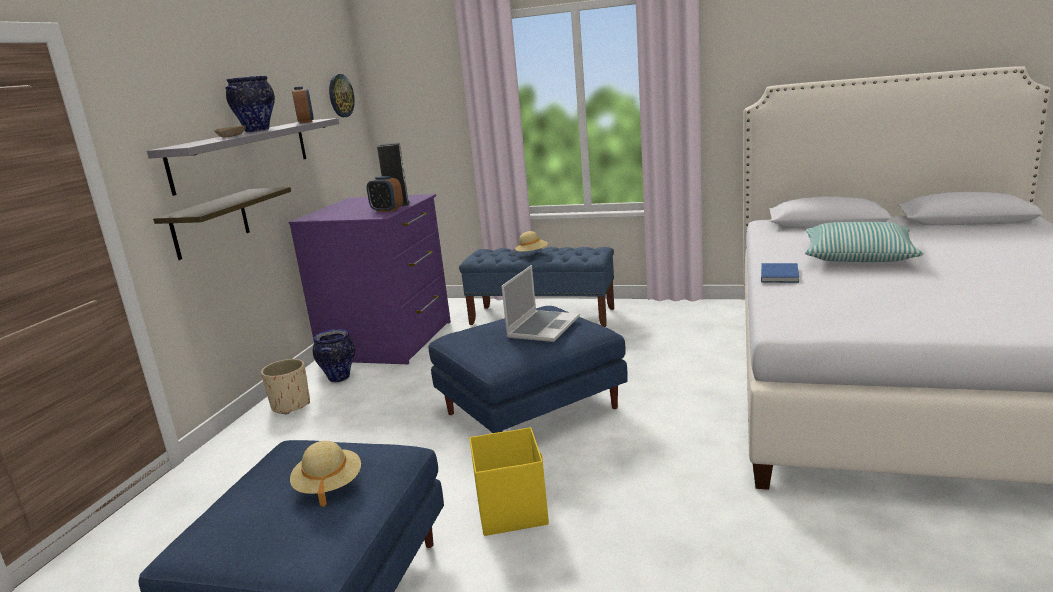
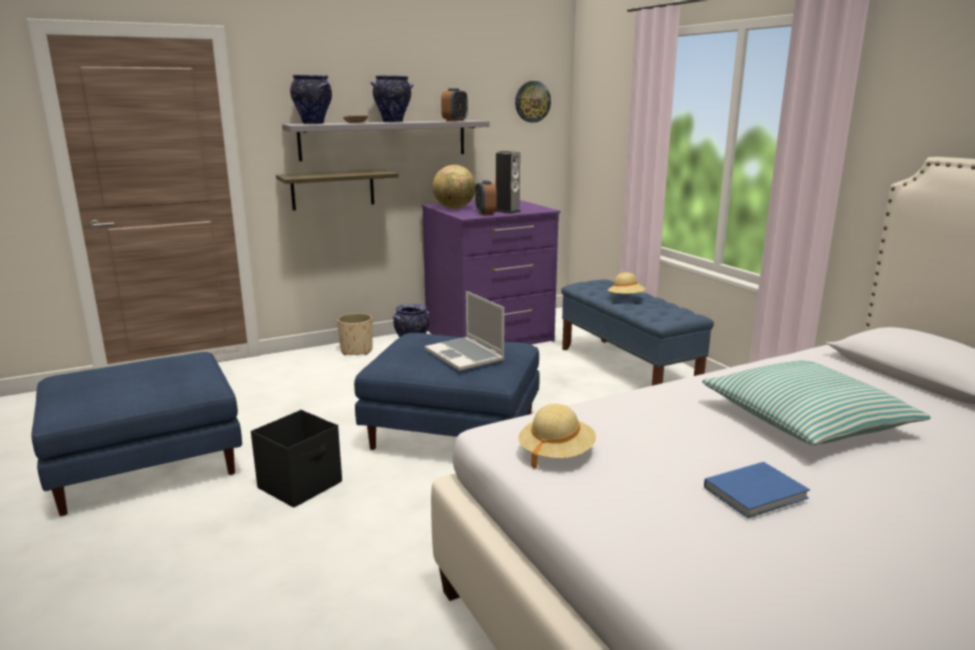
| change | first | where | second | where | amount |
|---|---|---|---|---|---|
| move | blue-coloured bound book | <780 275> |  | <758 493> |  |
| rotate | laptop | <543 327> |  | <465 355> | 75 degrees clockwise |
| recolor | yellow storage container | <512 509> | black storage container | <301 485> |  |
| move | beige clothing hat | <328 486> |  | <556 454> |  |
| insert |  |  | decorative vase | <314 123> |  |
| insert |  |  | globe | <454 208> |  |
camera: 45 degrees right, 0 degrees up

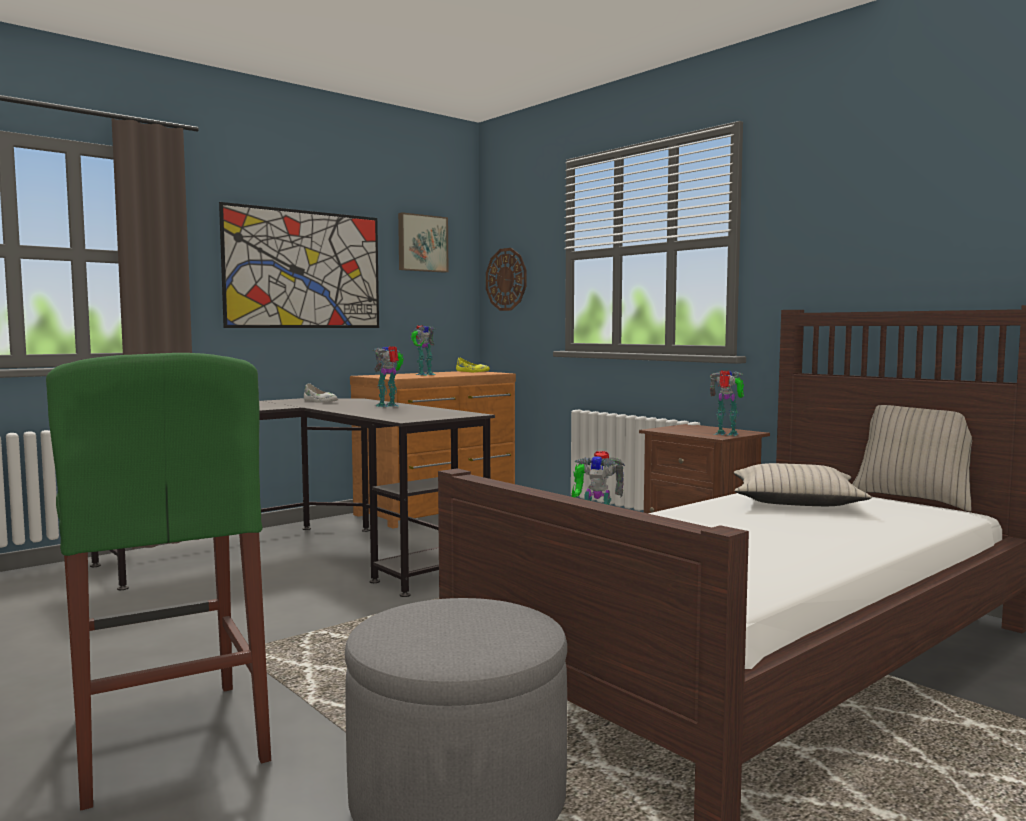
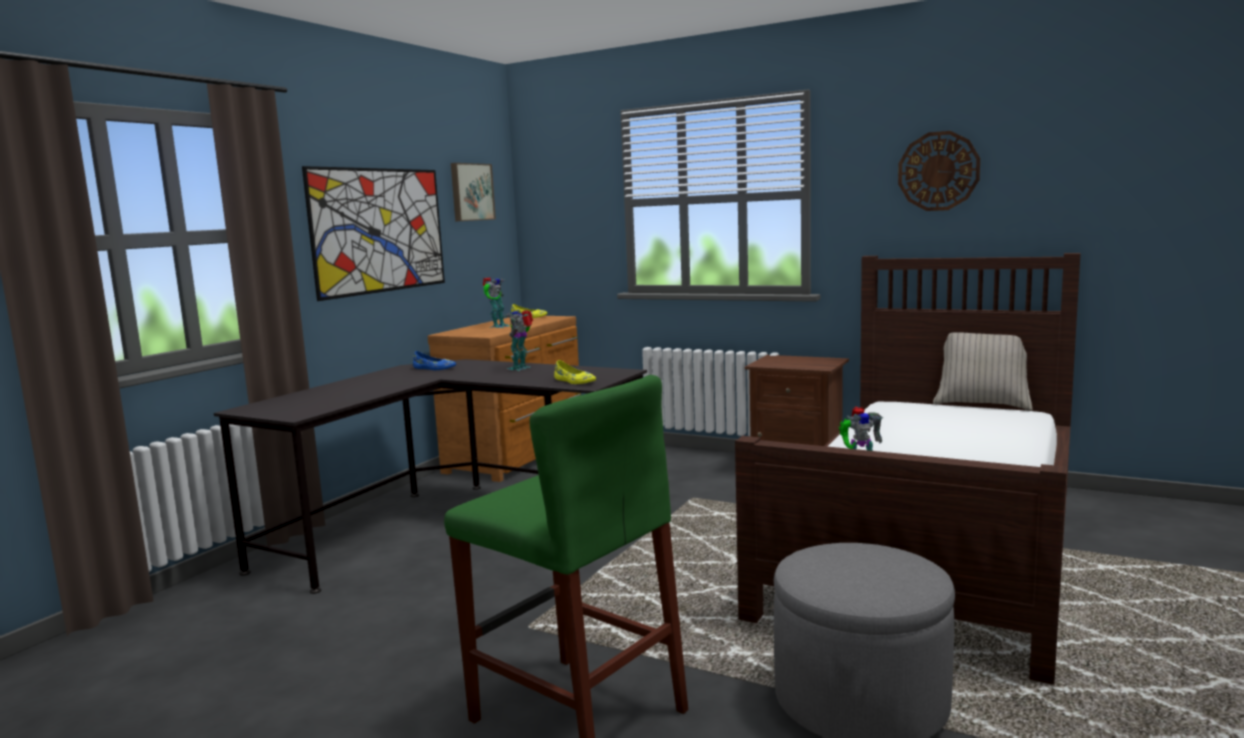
| change | first | where | second | where | amount |
|---|---|---|---|---|---|
| move | clock on the wall | <506 279> |  | <938 171> |  |
| delete | toy robot | <727 434> |  |  |  |
| recolor | white item of footwear | <319 401> | blue-coloured item of footwear | <434 368> |  |
| delete | beige throw pillow | <795 501> |  |  |  |
| insert |  |  | yellow item of footwear | <574 381> |  |
camera: 20 degrees left, 5 degrees up

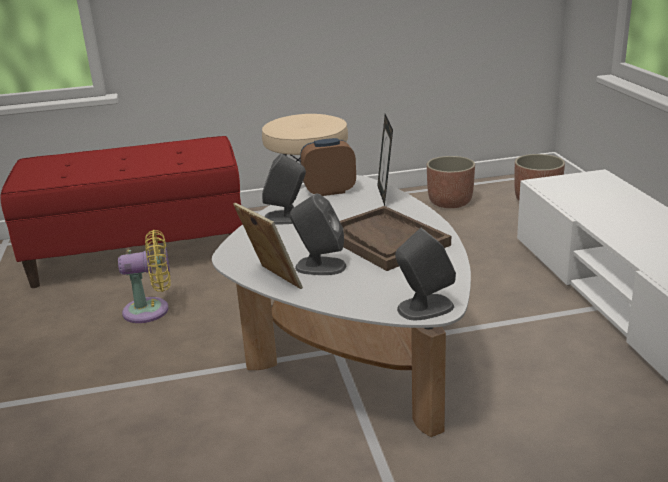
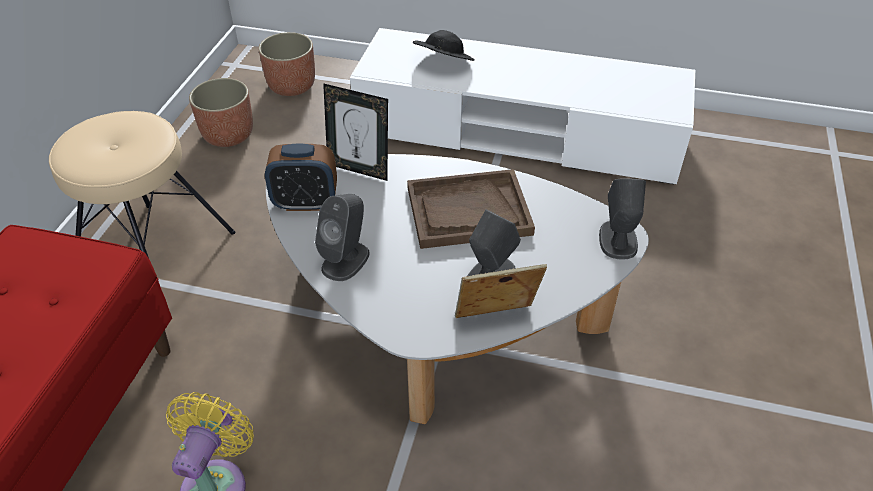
| change | first | where | second | where | amount |
|---|---|---|---|---|---|
| rotate | bedside clock | <329 191> |  | <305 203> | 105 degrees counterclockwise |
| insert |  |  | black clothing hat | <442 64> |  |
camera: 65 degrees left, 20 degrees up

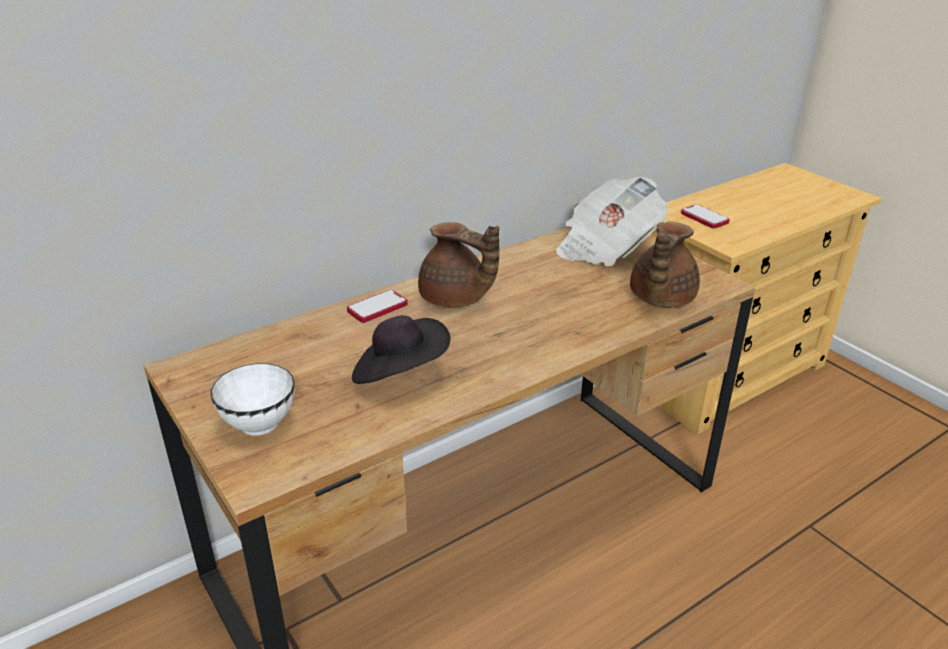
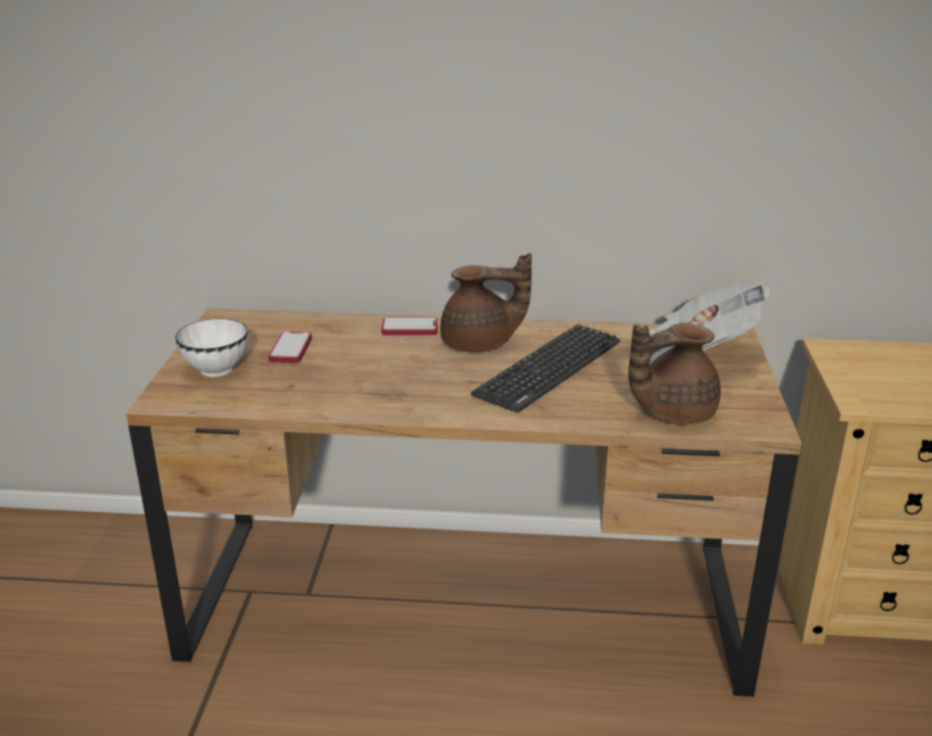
| change | first | where | second | where | amount |
|---|---|---|---|---|---|
| move | handset | <704 218> |  | <290 349> |  |
| rotate | brownish teapot | <455 299> |  | <480 344> | 75 degrees counterclockwise |
| delete | black clothing hat | <400 373> |  |  |  |
| insert |  |  | PC keyboard | <549 368> |  |
camera: 40 degrees right, 5 degrees down

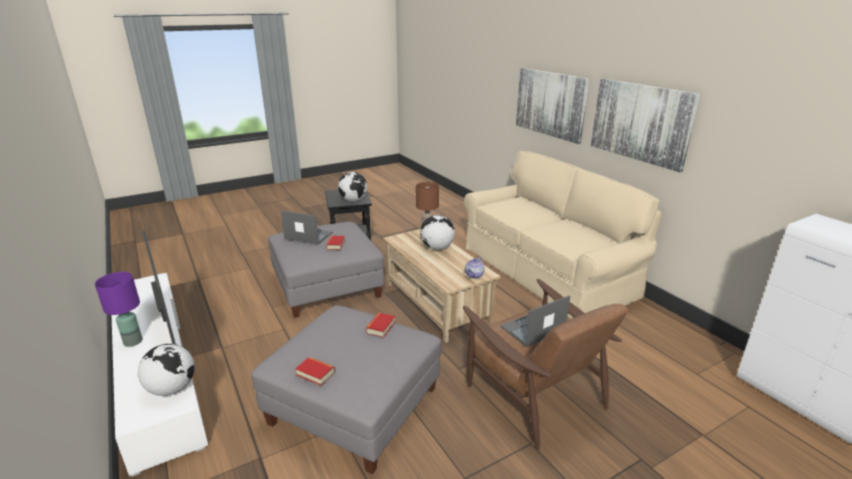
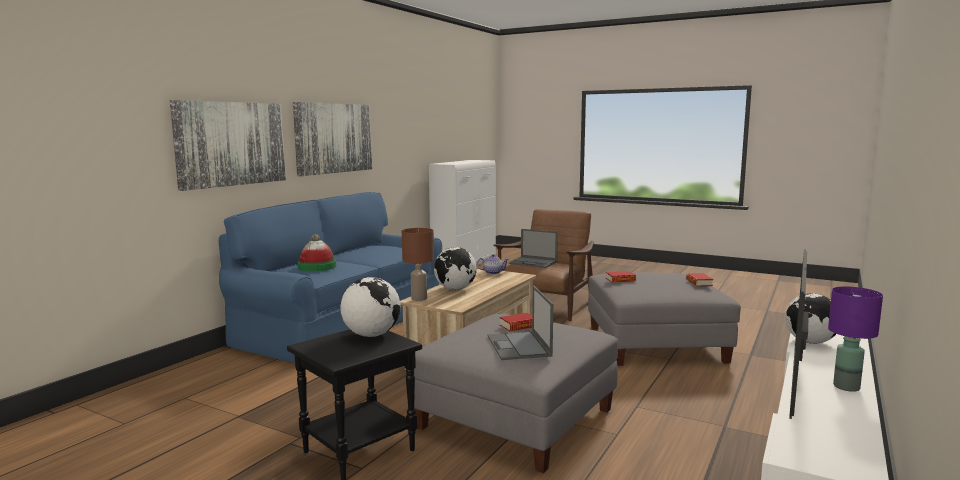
| change | first | where | second | where | amount |
|---|---|---|---|---|---|
| recolor | beige couch | <545 270> | blue-coloured couch | <344 323> |  |
| insert |  |  | clothing hat | <317 267> |  |
camera: 120 degrees left, 15 degrees down

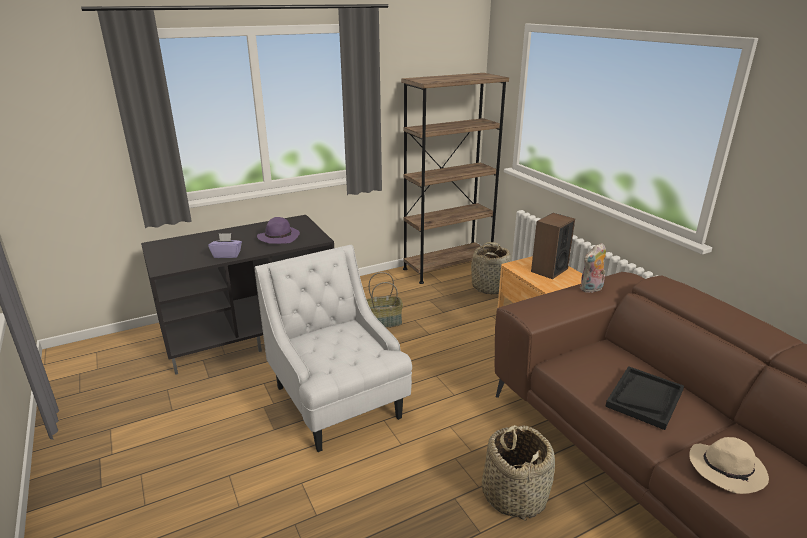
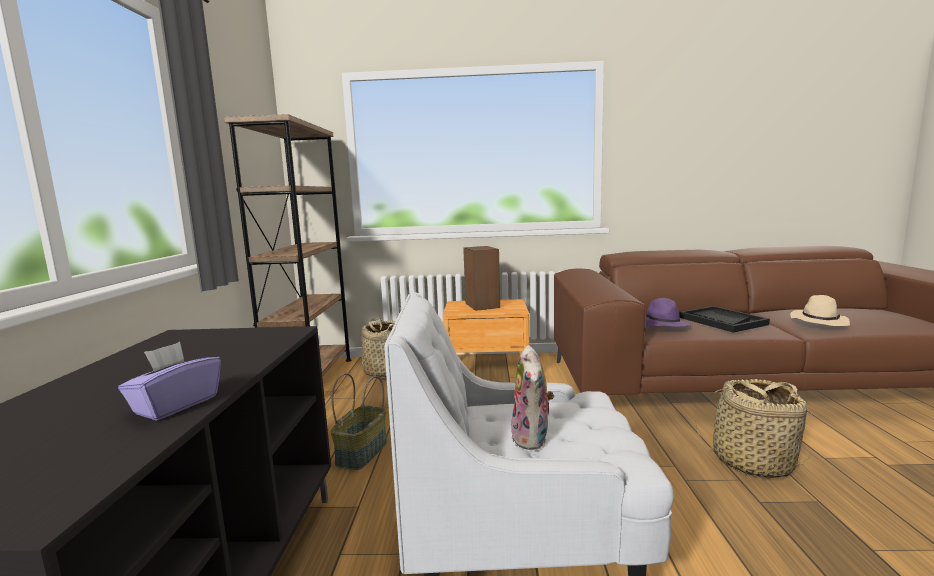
| change | first | where | second | where | amount |
|---|---|---|---|---|---|
| move | purplish clothing hat | <279 237> |  | <661 324> |  |
| move | plush toy | <591 289> |  | <533 439> |  |
camera: 60 degrees left, 15 degrees down

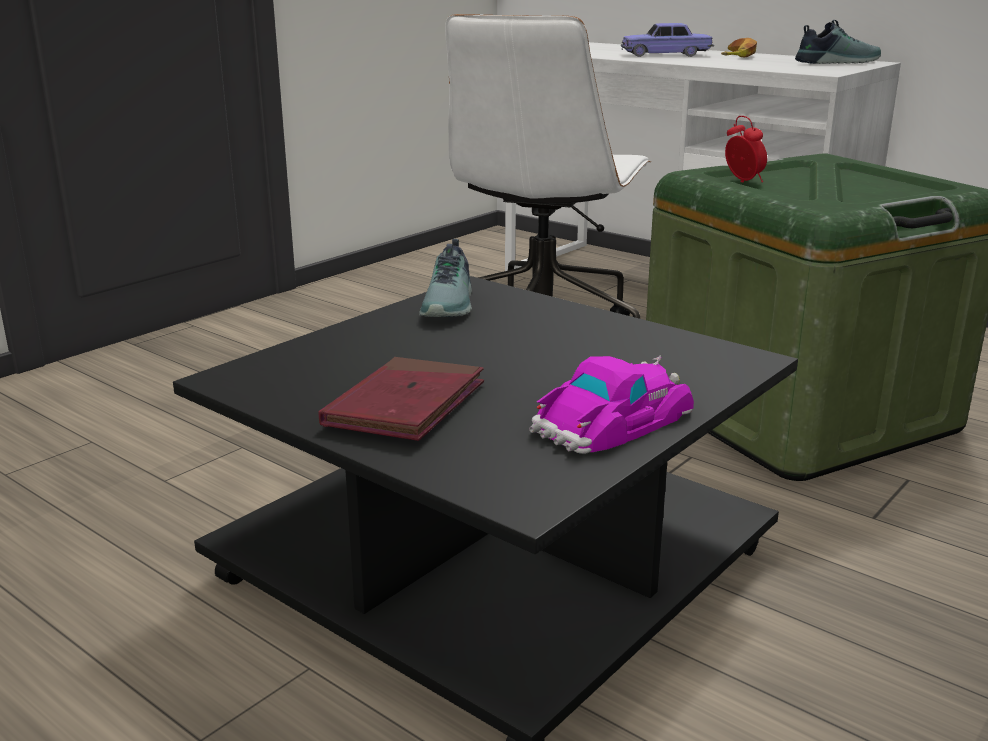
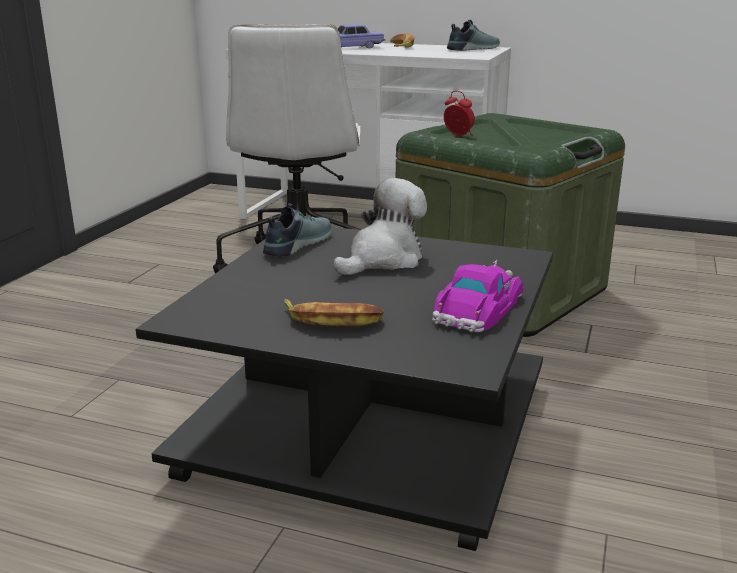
| change | first | where | second | where | amount |
|---|---|---|---|---|---|
| rotate | item of footwear | <451 304> |  | <296 244> | 135 degrees counterclockwise |
| replace | red-coloured bound book | <406 406> | banana | <332 319> |  |
| insert |  |  | plush toy | <383 259> |  |
camera: 20 degrees left, 0 degrees up

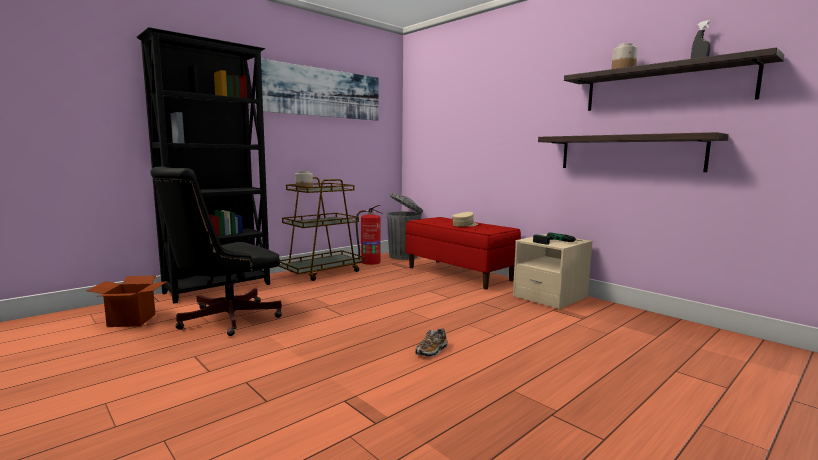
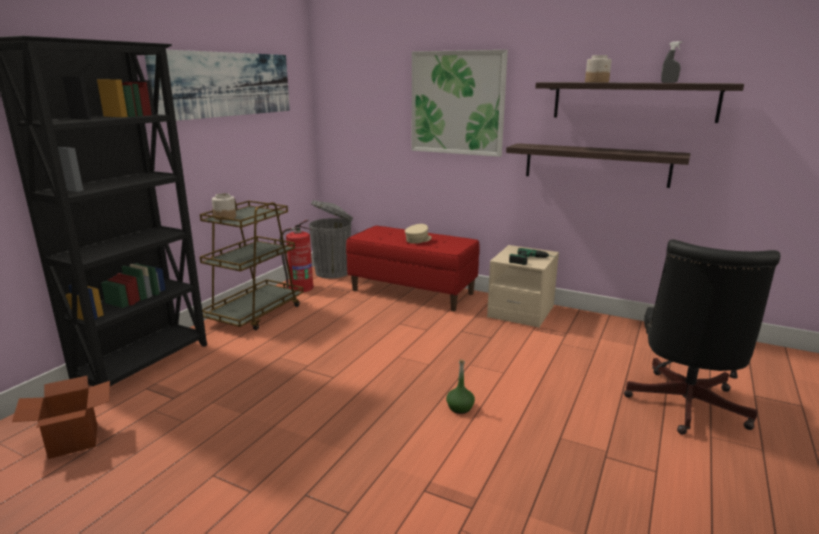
| change | first | where | second | where | amount |
|---|---|---|---|---|---|
| move | black office chair | <222 319> |  | <684 407> |  |
| replace | item of footwear | <431 351> | green-coloured drink bottle | <460 407> |  |
| insert |  |  | wall picture | <457 103> |  |
camera: 20 degrees left, 10 degrees up

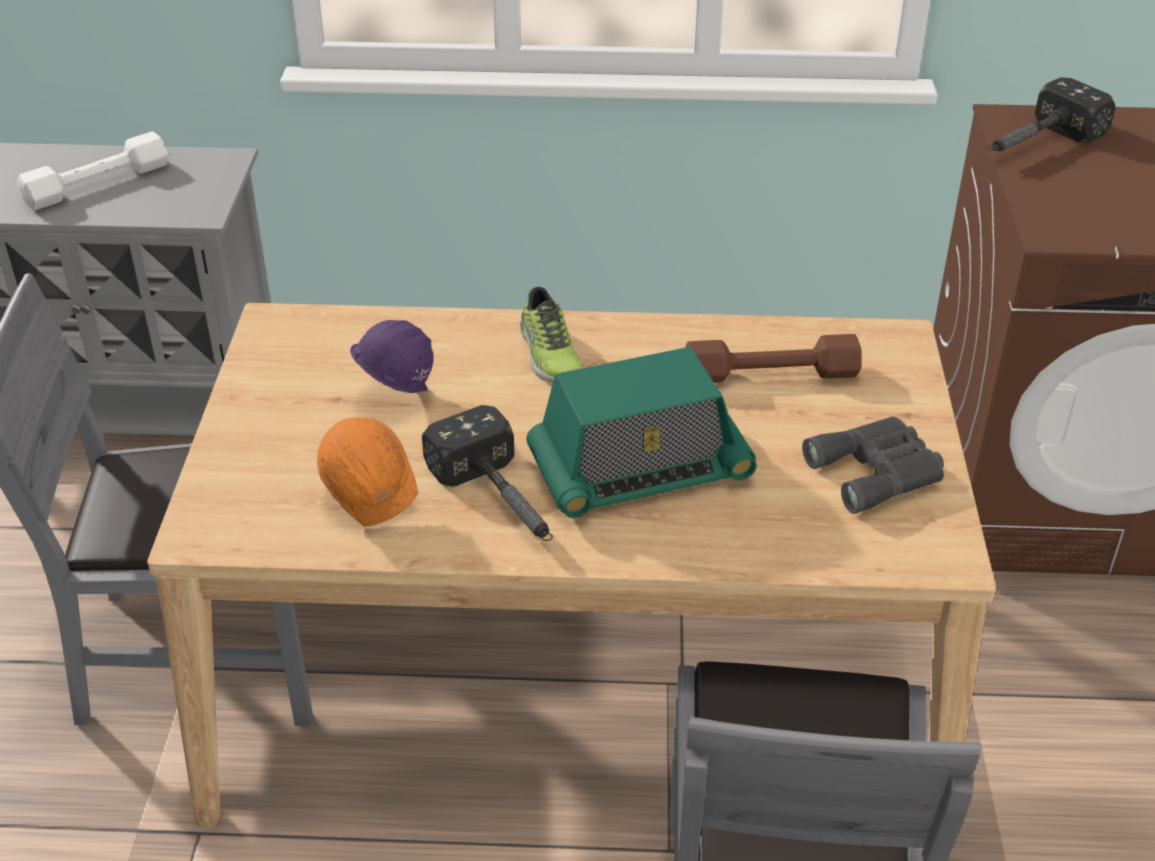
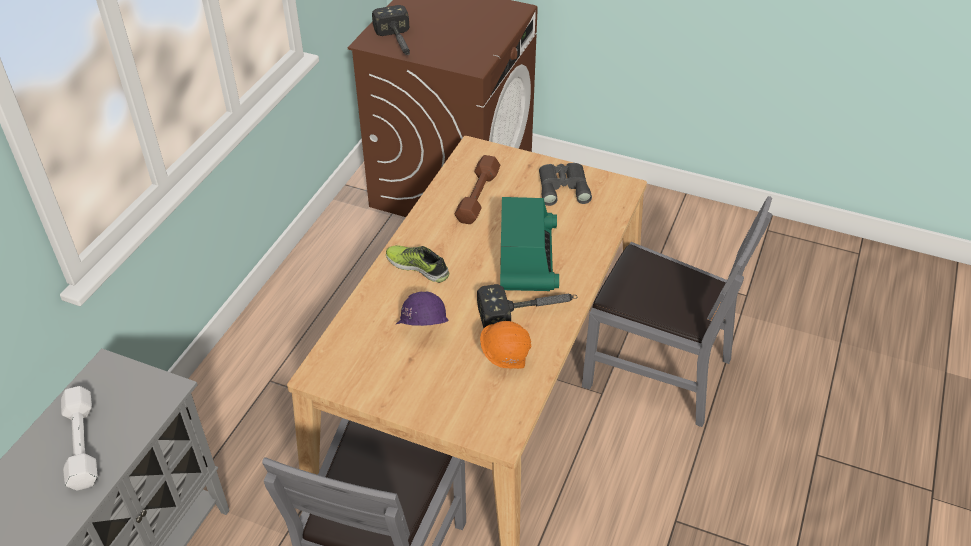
| change | first | where | second | where | amount |
|---|---|---|---|---|---|
| rotate | item of footwear | <549 354> |  | <418 267> | 150 degrees counterclockwise |
camera: 70 degrees left, 5 degrees up

